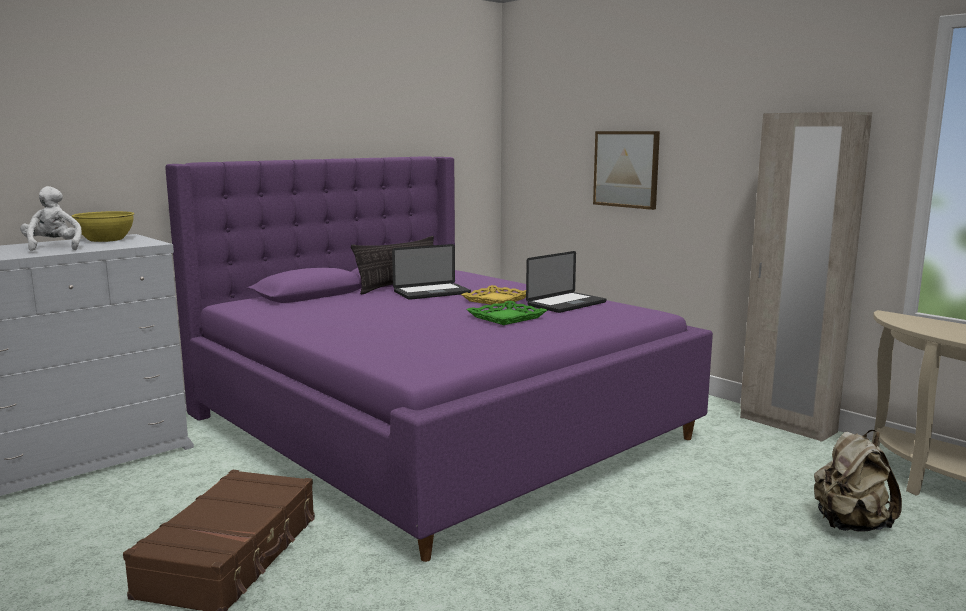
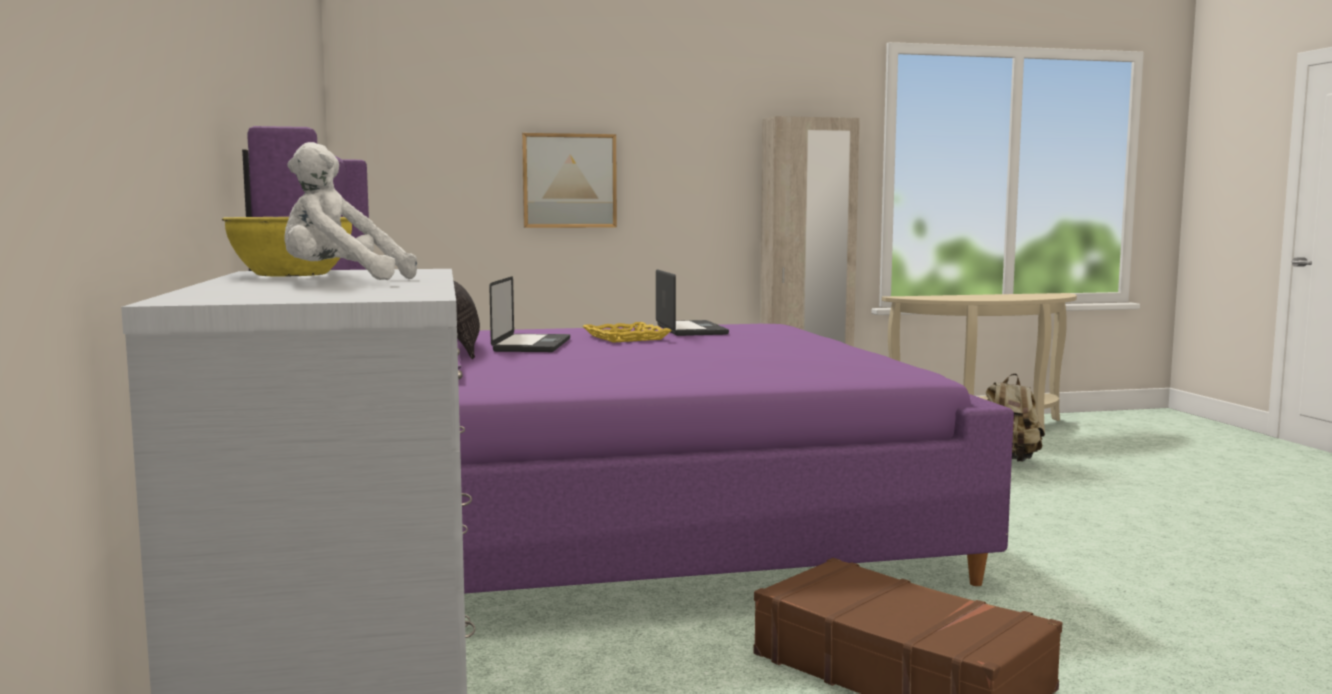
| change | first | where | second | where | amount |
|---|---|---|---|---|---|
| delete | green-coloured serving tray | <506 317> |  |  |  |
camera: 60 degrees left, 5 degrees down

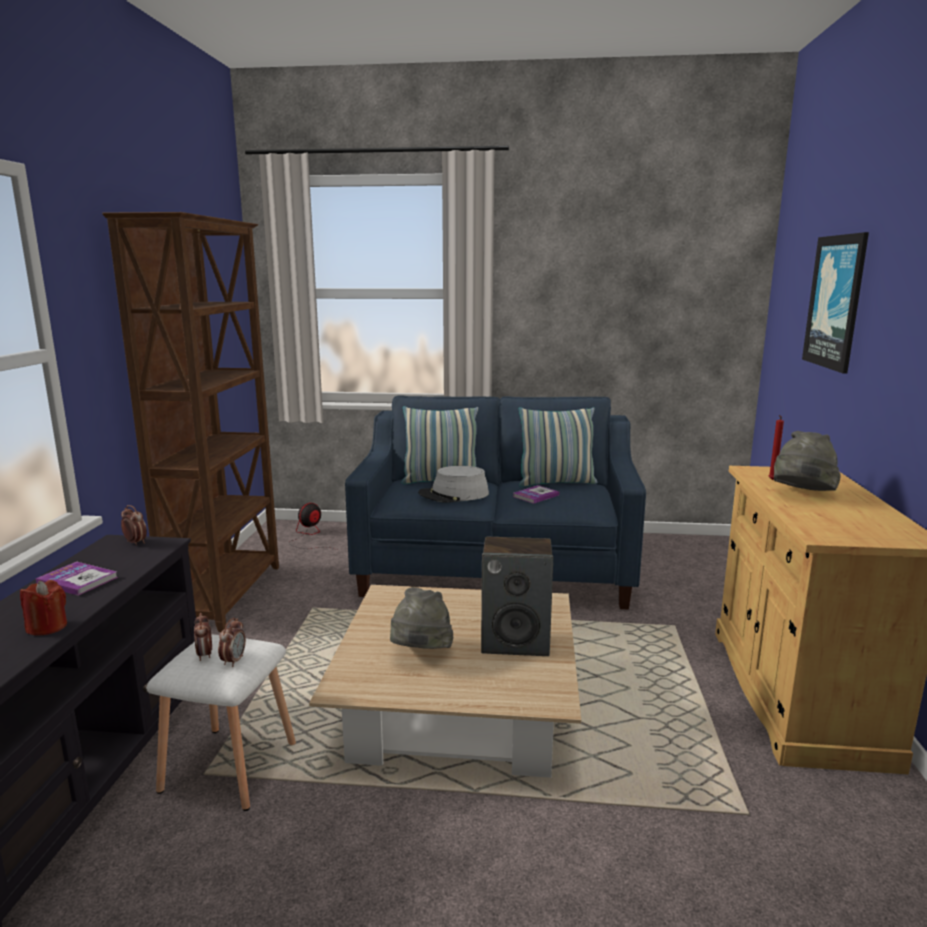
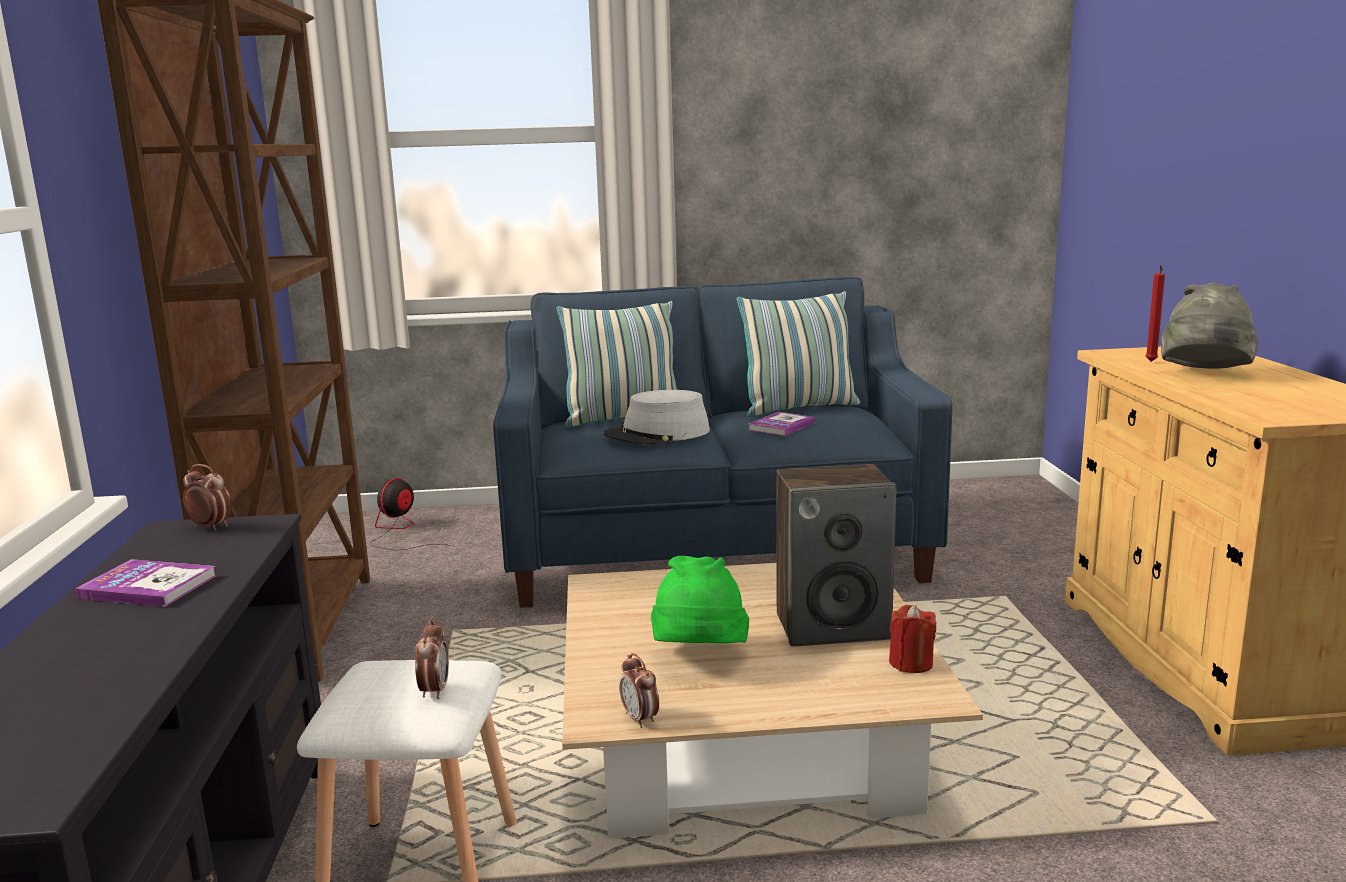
| change | first | where | second | where | amount |
|---|---|---|---|---|---|
| delete | wall picture | <836 302> |  |  |  |
| move | red-coloured wax light | <47 627> |  | <911 663> |  |
| recolor | gray clothing hat | <420 653> | green-coloured clothing hat | <699 657> |  |
| move | bedside clock | <205 655> |  | <640 719> |  |
camera: 10 degrees left, 0 degrees up

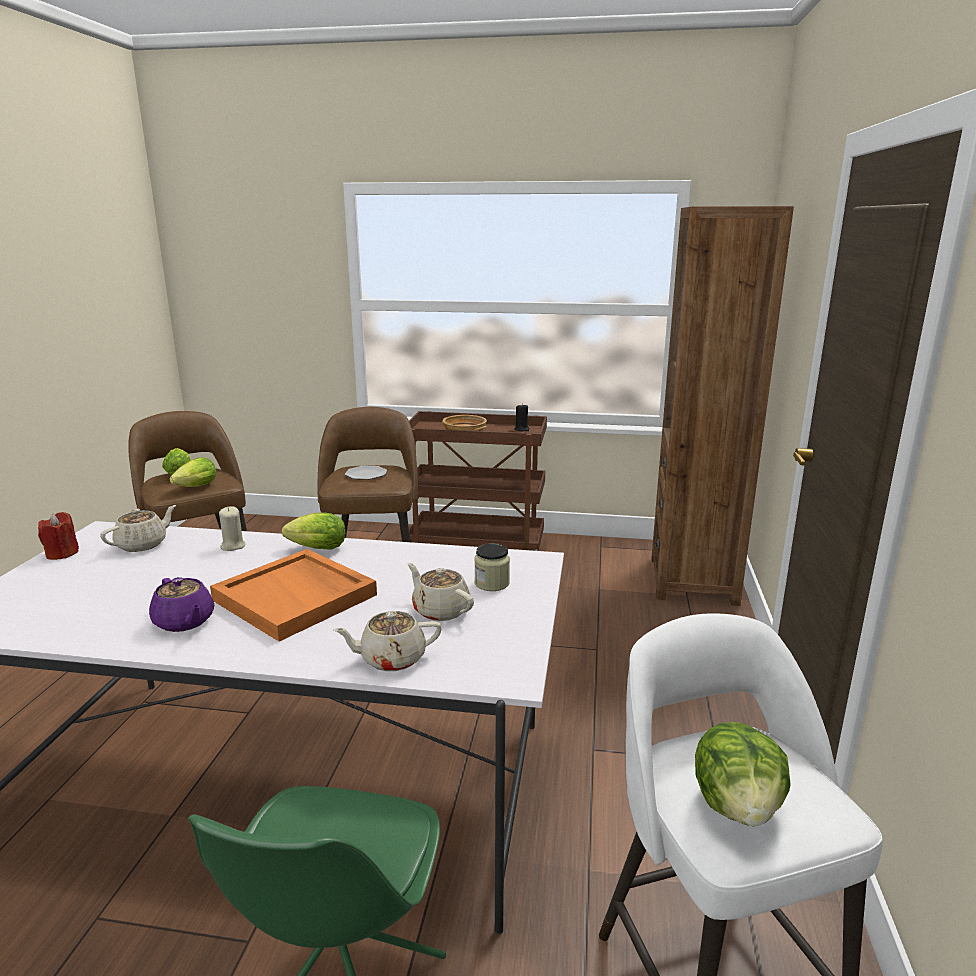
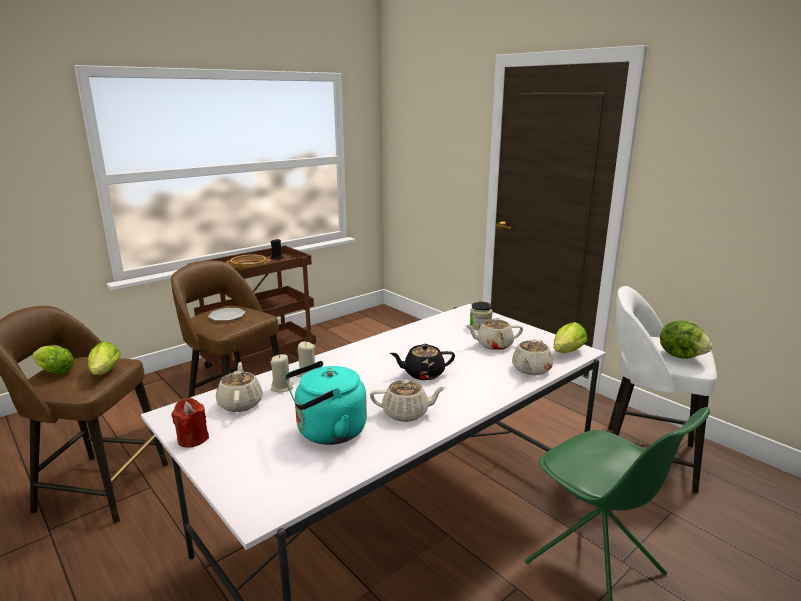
| change | first | where | second | where | amount |
|---|---|---|---|---|---|
| delete | brownish bookcase | <693 580> |  |  |  |
| move | head of lettuce | <314 549> |  | <566 353> |  |
| replace | orange serving tray | <296 597> | black teapot | <423 374> |  |
| recolor | purplish teapot | <184 622> | beige teapot | <406 413> |  |
| insert |  |  | beige wax light | <282 387> |  |
| insert |  |  | turquoise-coloured tea kettle | <327 432> |  |
camera: 50 degrees left, 0 degrees up

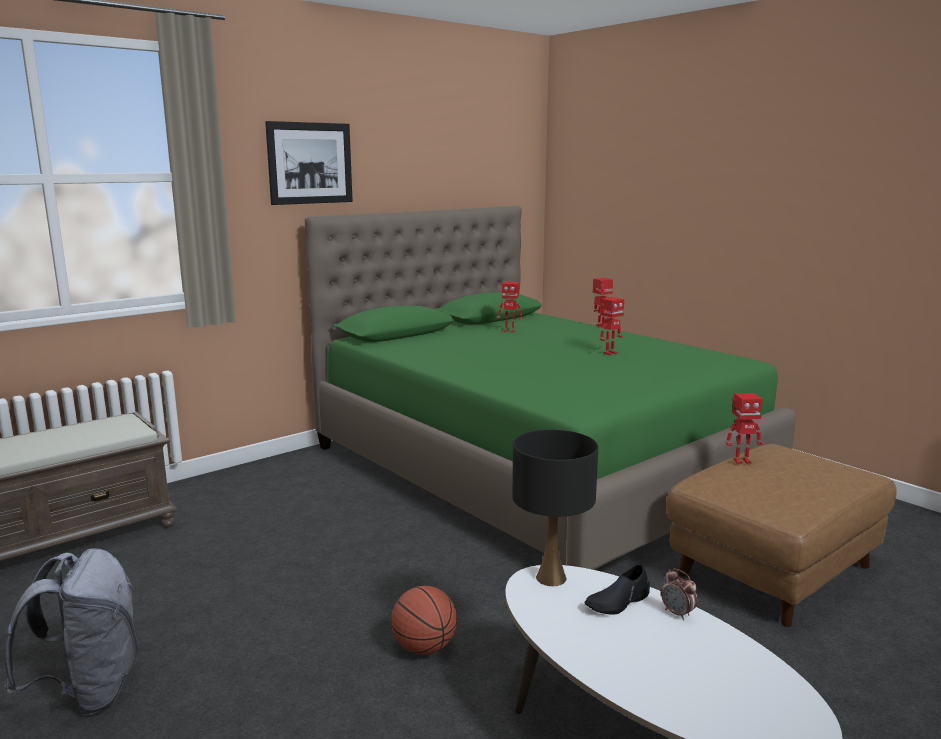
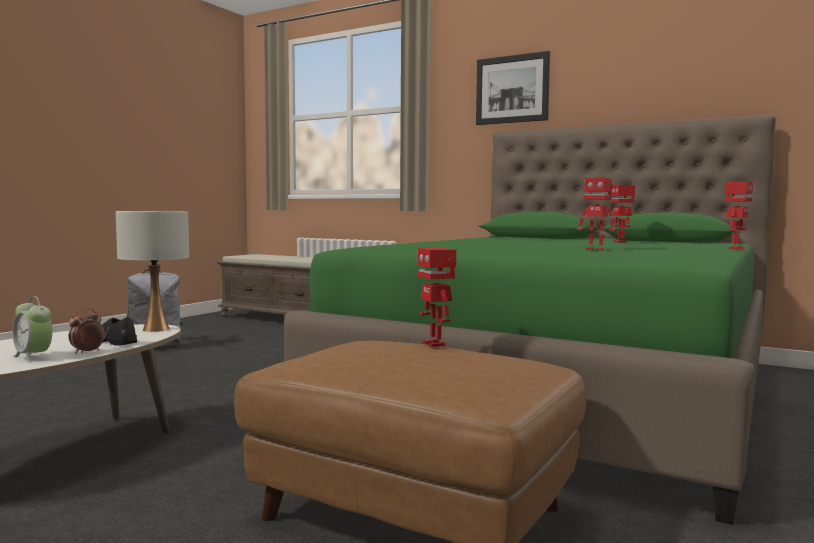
| change | first | where | second | where | amount |
|---|---|---|---|---|---|
| recolor | black lamp for a table | <551 578> | white lamp for a table | <155 329> |  |
| delete | basketball | <424 648> |  |  |  |
| insert |  |  | bedside clock | <33 357> |  |
camera: 70 degrees right, 10 degrees down

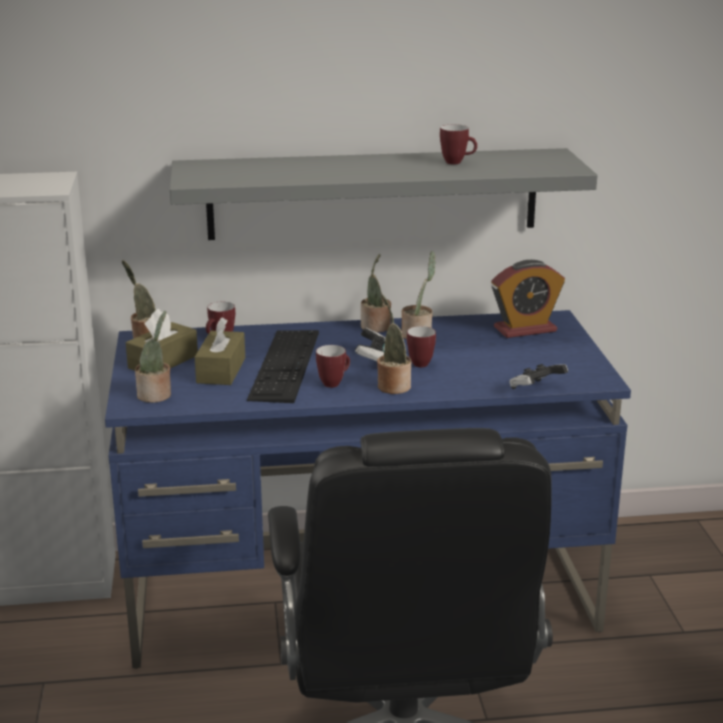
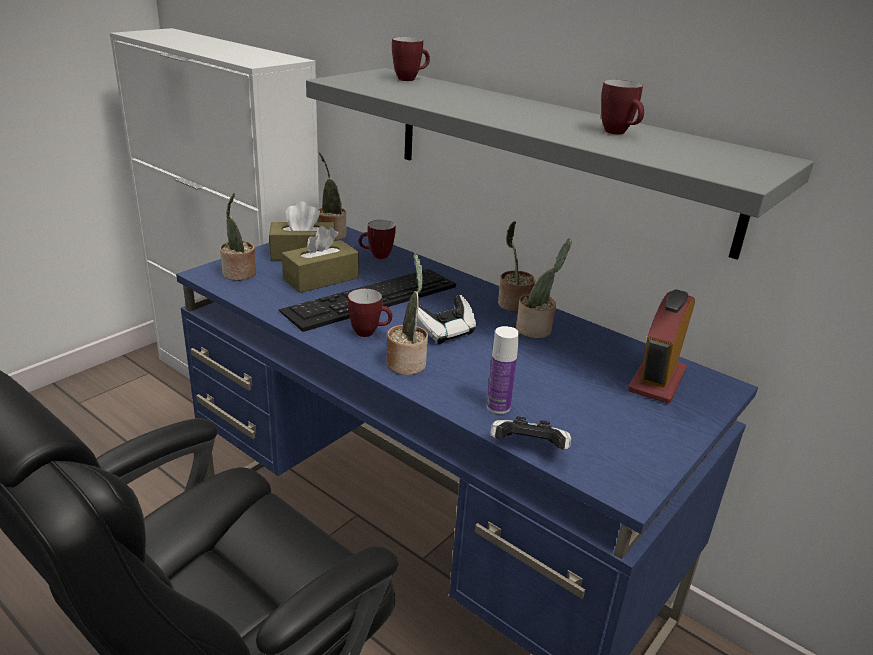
| change | first | where | second | where | amount |
|---|---|---|---|---|---|
| rotate | bedside clock | <525 329> |  | <657 380> | 90 degrees clockwise |
| move | coffee mug | <421 362> |  | <410 79> |  |
| insert |  |  | drink bottle | <498 407> |  |
camera: 45 degrees right, 5 degrees up

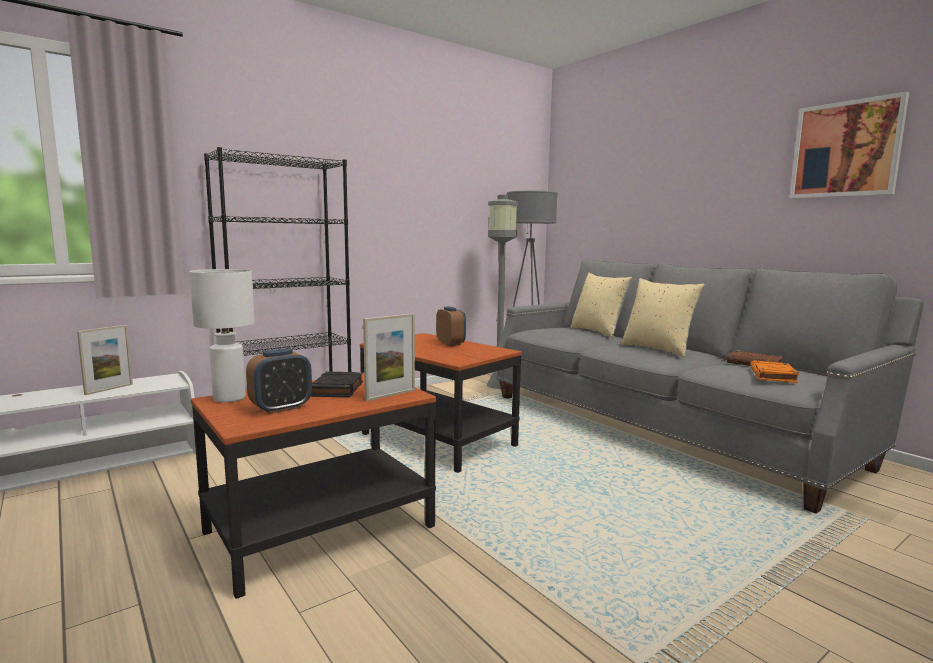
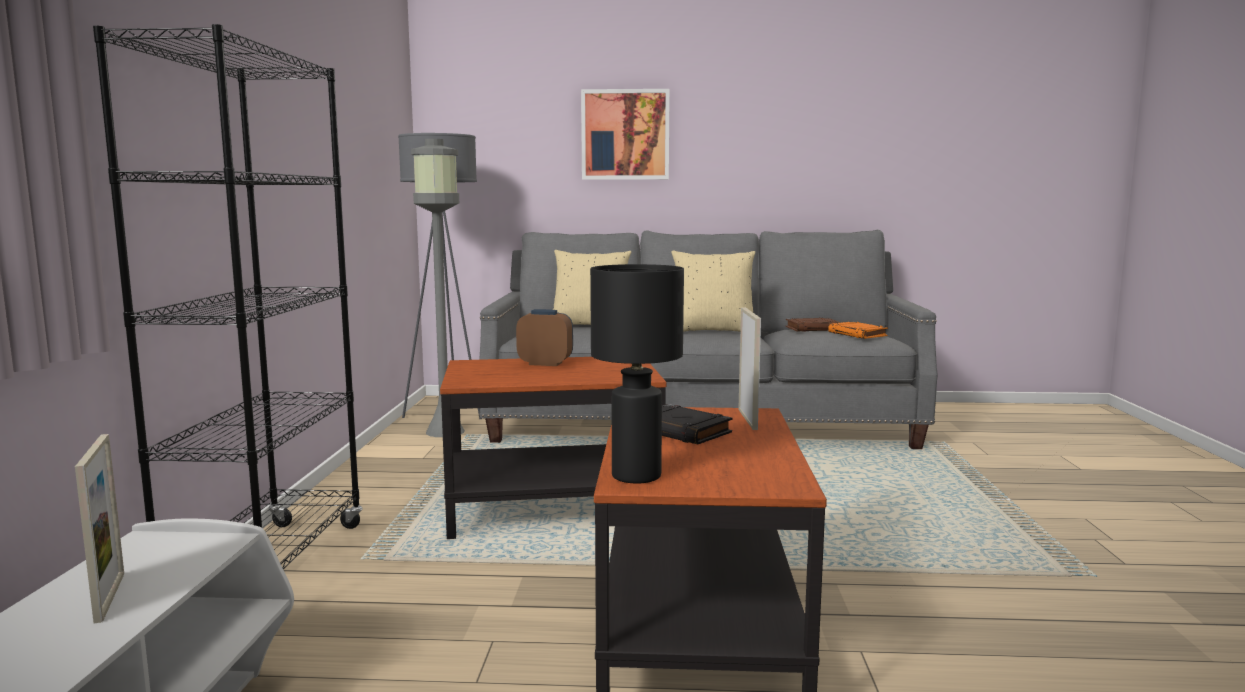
| change | first | where | second | where | amount |
|---|---|---|---|---|---|
| move | wall picture | <846 149> |  | <625 135> |  |
| recolor | white lamp for a table | <230 398> | black lamp for a table | <636 475> |  |
| delete | bedside clock | <281 408> |  |  |  |
camera: 50 degrees left, 0 degrees up

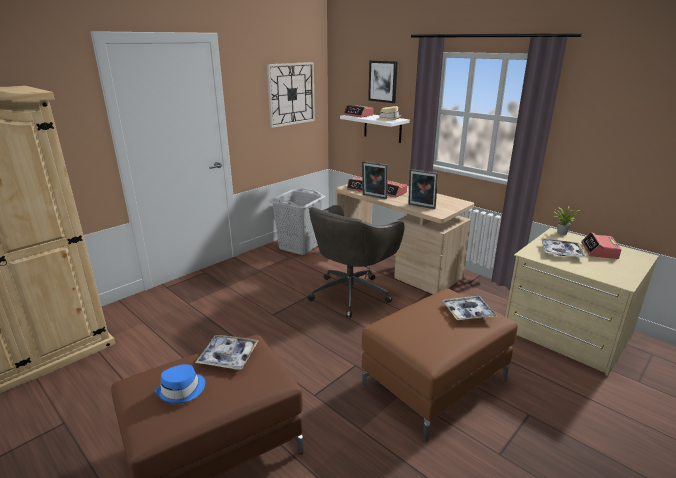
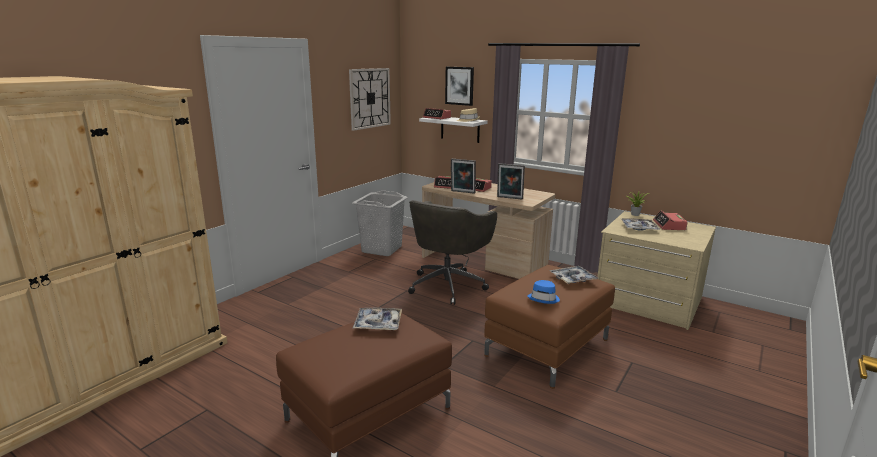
| change | first | where | second | where | amount |
|---|---|---|---|---|---|
| move | blue-coloured clothing hat | <182 390> |  | <544 298> |  |
camera: 10 degrees left, 5 degrees down

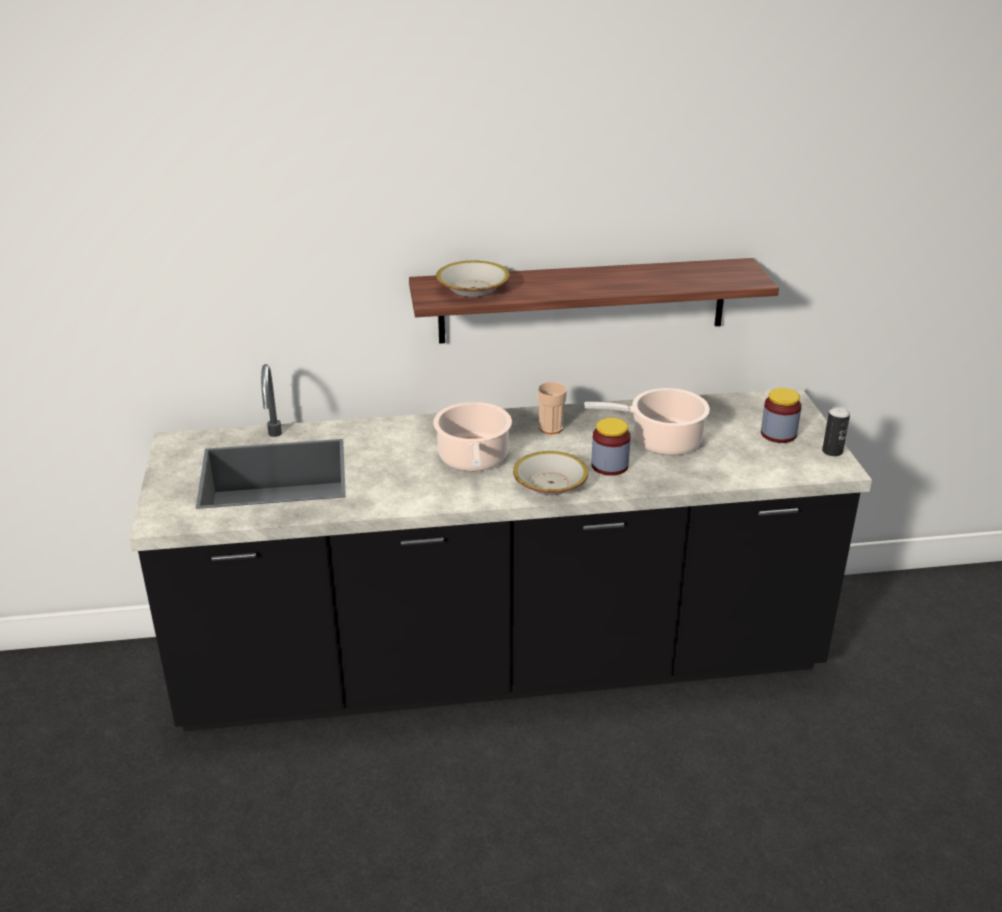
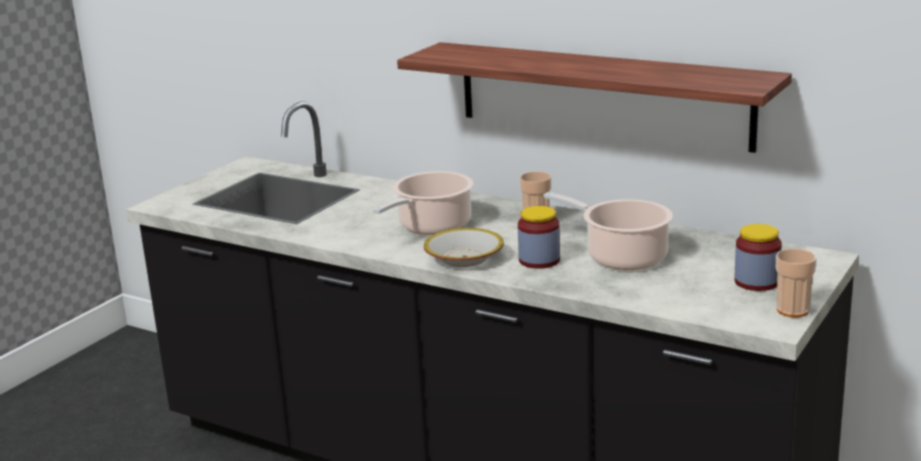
| change | first | where | second | where | amount |
|---|---|---|---|---|---|
| delete | bowl | <472 289> |  |  |  |
| replace | sealed can | <832 451> | drinking cup | <792 310> |  |
camera: 40 degrees right, 10 degrees down

